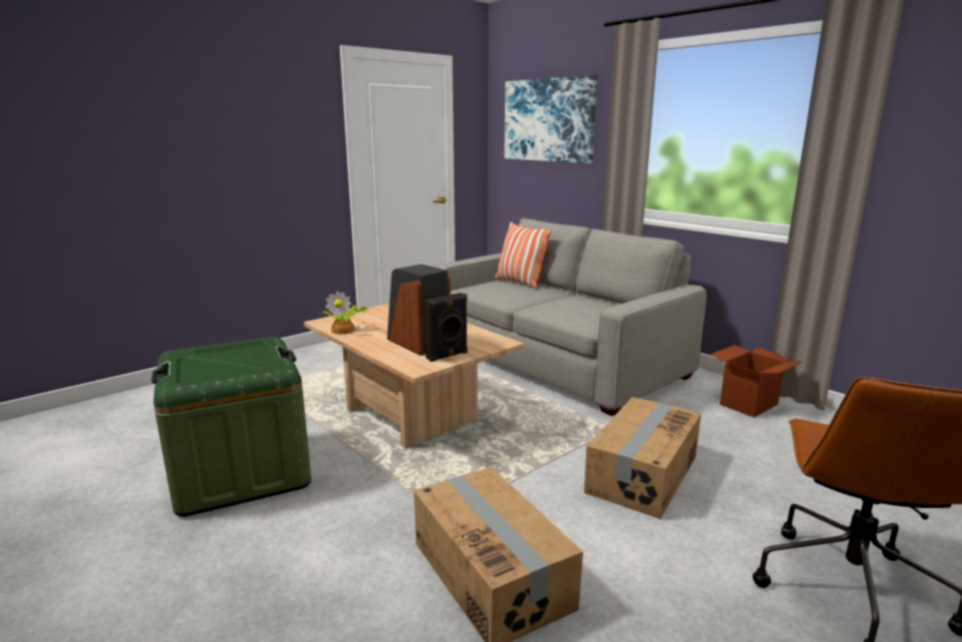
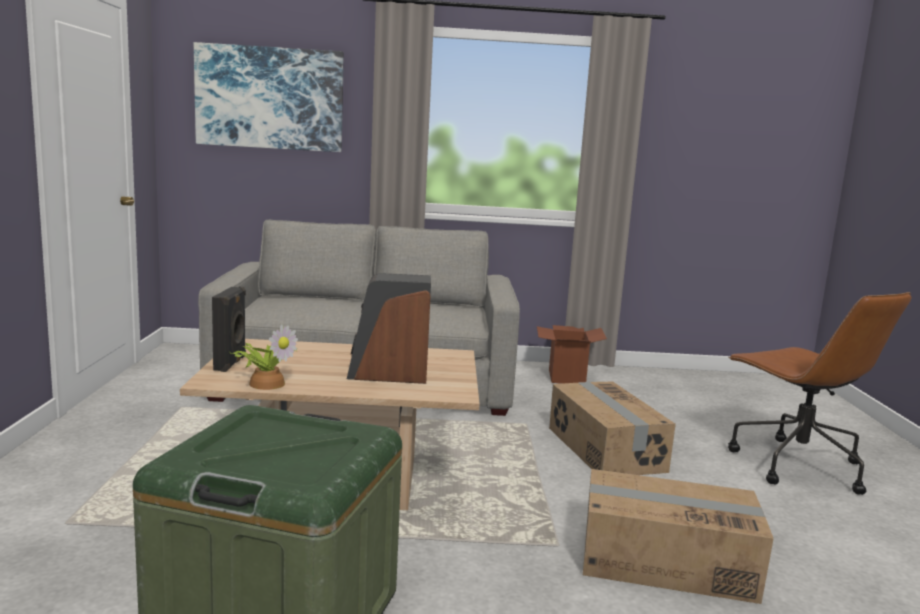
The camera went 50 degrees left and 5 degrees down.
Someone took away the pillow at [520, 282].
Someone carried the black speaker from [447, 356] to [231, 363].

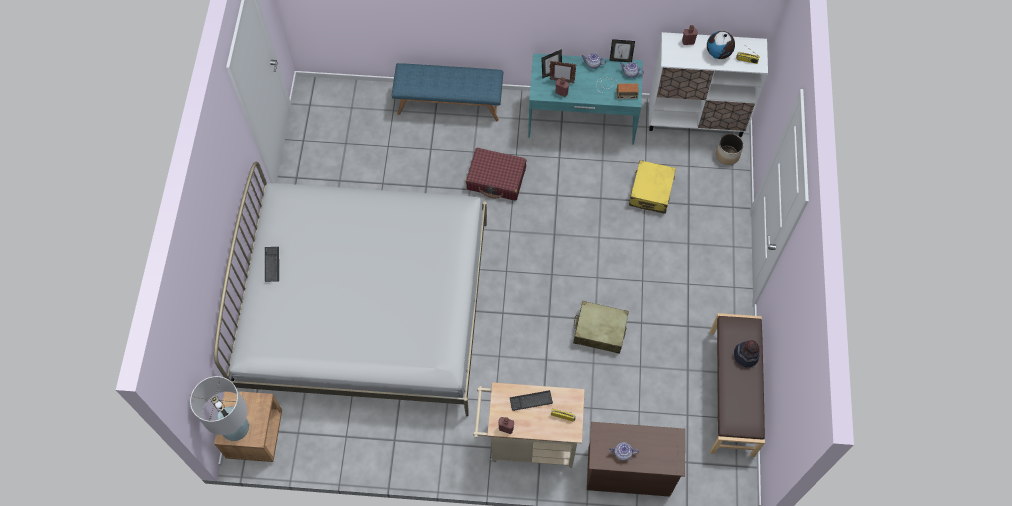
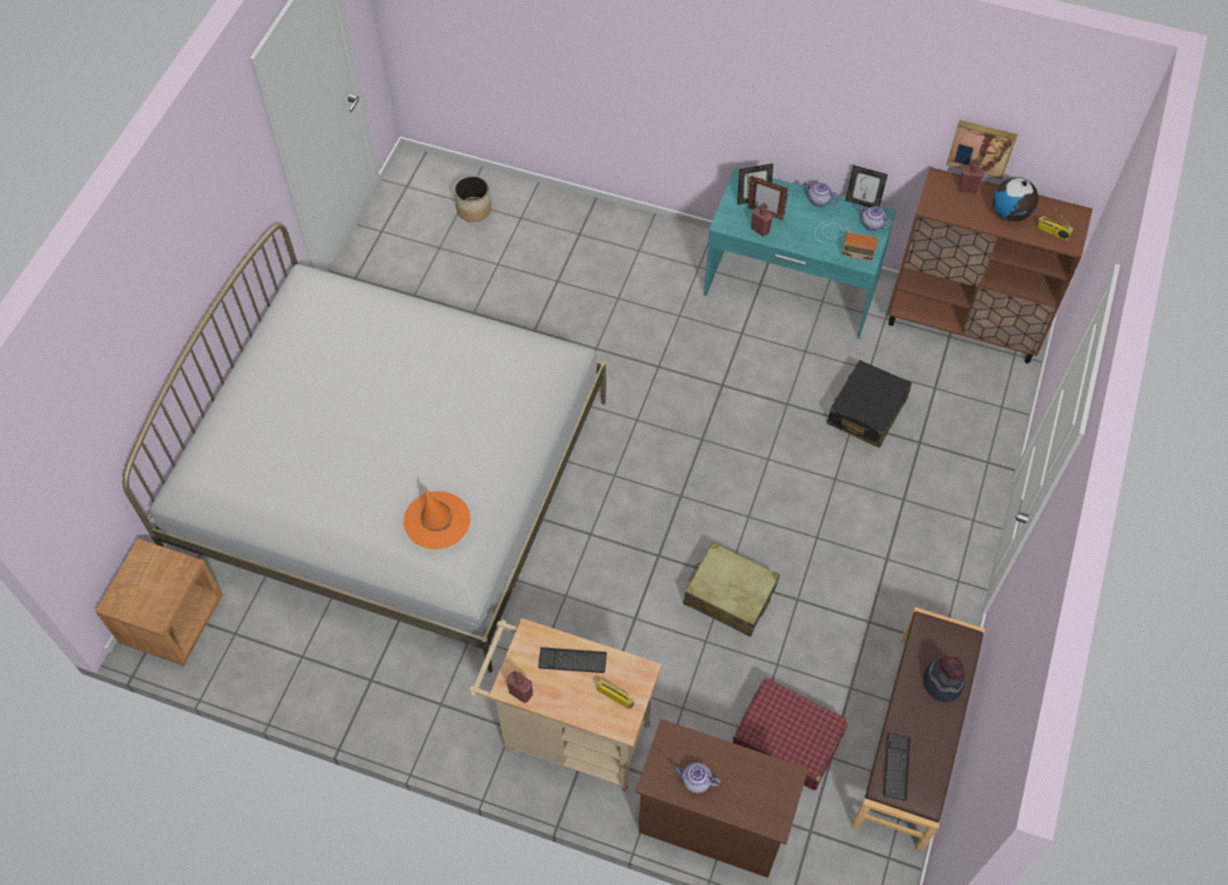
The camera went 15 degrees right and 5 degrees down.
Someone repainted the white cabinet at [696, 119], which became the brown cabinet at [964, 324].
Someone took away the blue bench at [449, 103].
Someone carried the planter from [727, 155] to [474, 210].
Someone carried the red suitcase from [496, 179] to [788, 739].
Someone repainted the yellow suitcase at [651, 191], which became the black suitcase at [866, 411].
Someone carried the keyboard from [272, 264] to [896, 767].
Someone took away the white table lamp at [235, 428].
Someone put up the picture at [981, 147].
Someone put down the orange hat at [437, 520].

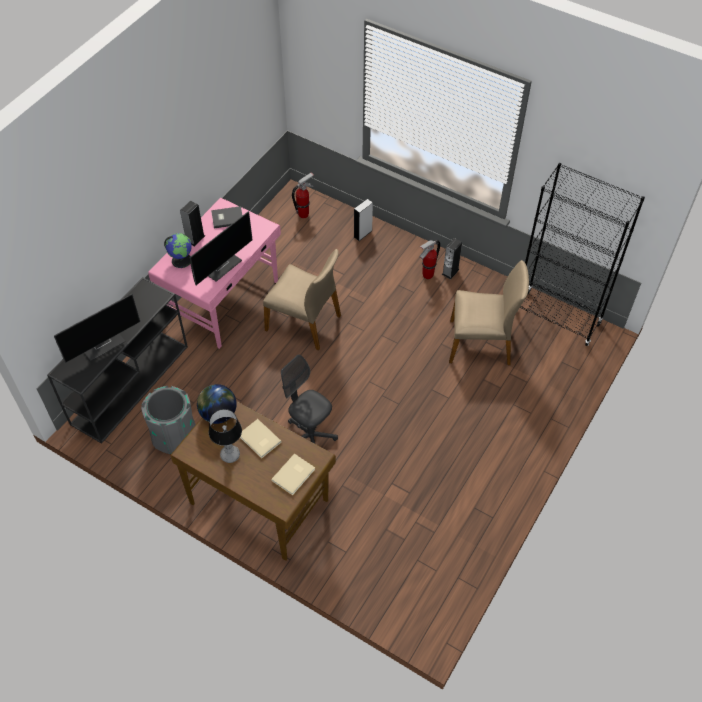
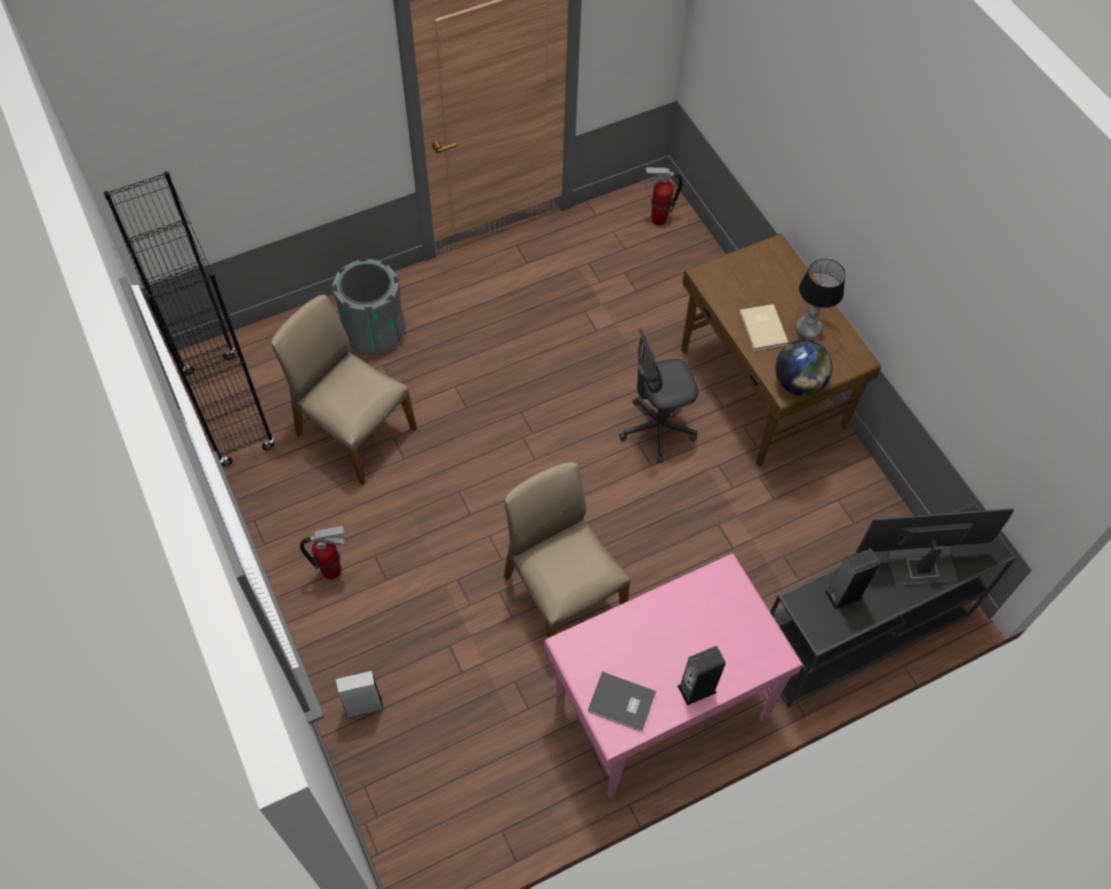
The camera went 150 degrees left and 5 degrees up.
Someone carried the fire extinguisher from [304, 214] to [658, 220].
Someone took away the monitor at [221, 265].
Someone took away the globe at [181, 260].
Someone carried the speaker from [450, 272] to [843, 594].
Someone rotated the grey office chair at [310, 437] by 90 degrees clockwise.
Someone carried the grey trash can from [174, 436] to [374, 331].
Someone took away the beige book at [294, 475].

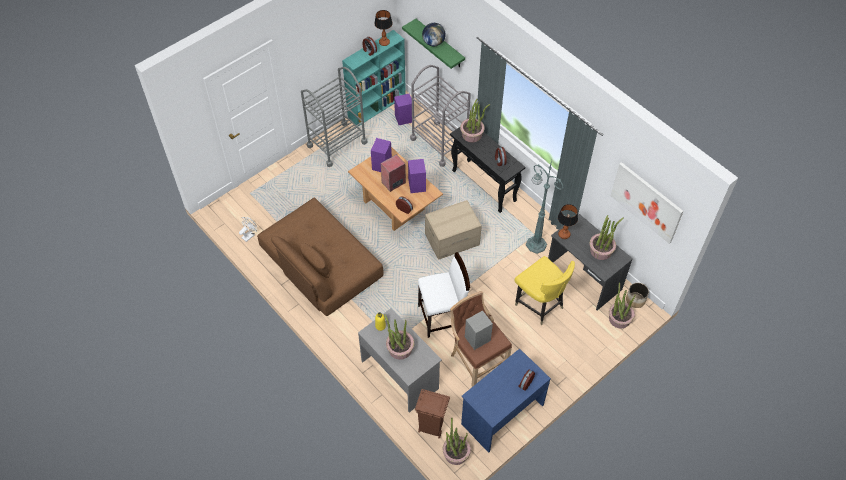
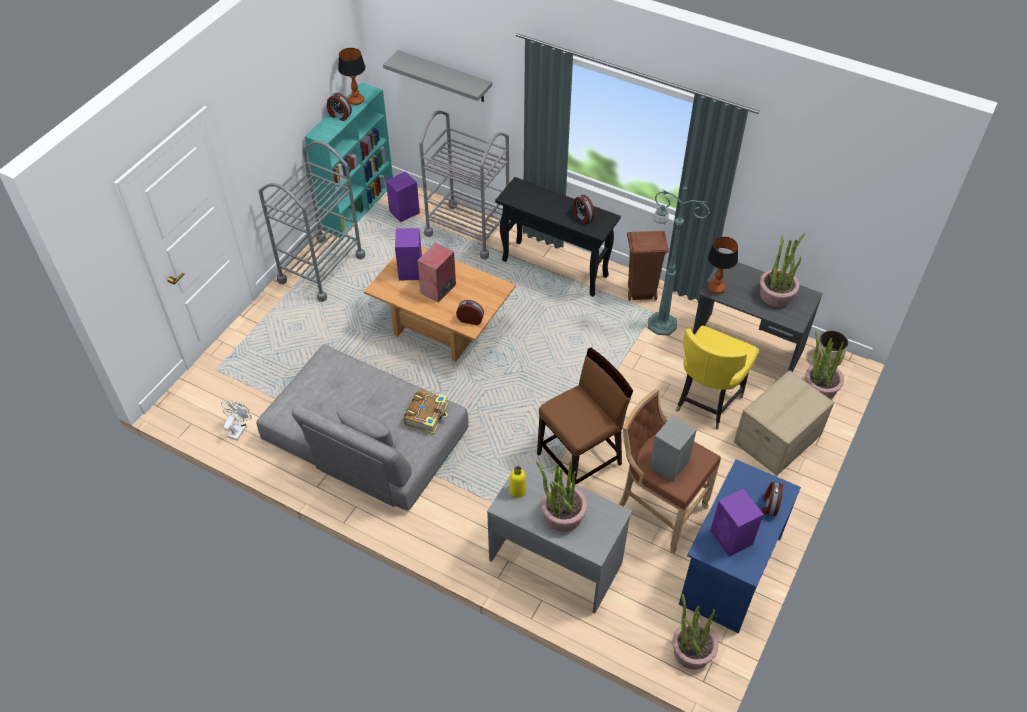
The camera went 20 degrees left and 5 degrees down.
Someone repainted the green shelf at [440, 44], which became the grey shelf at [445, 77].
Someone took away the globe at [433, 43].
Someone took away the potted plant at [472, 134].
Someone carried the purple speaker from [417, 186] to [732, 538].
Someone took away the picture at [646, 202].
Someone repainted the brown sofa at [320, 262], which became the grey sofa at [364, 436].
Someone carried the cardboard box from [452, 239] to [777, 438].
Someone repainted the white chair at [443, 317], which became the brown chair at [580, 459].
Someone rotated the yellow chair at [539, 305] by 90 degrees clockwise.
Someone carried the brown trash can from [431, 427] to [640, 293].
Someone put down the book at [427, 415].

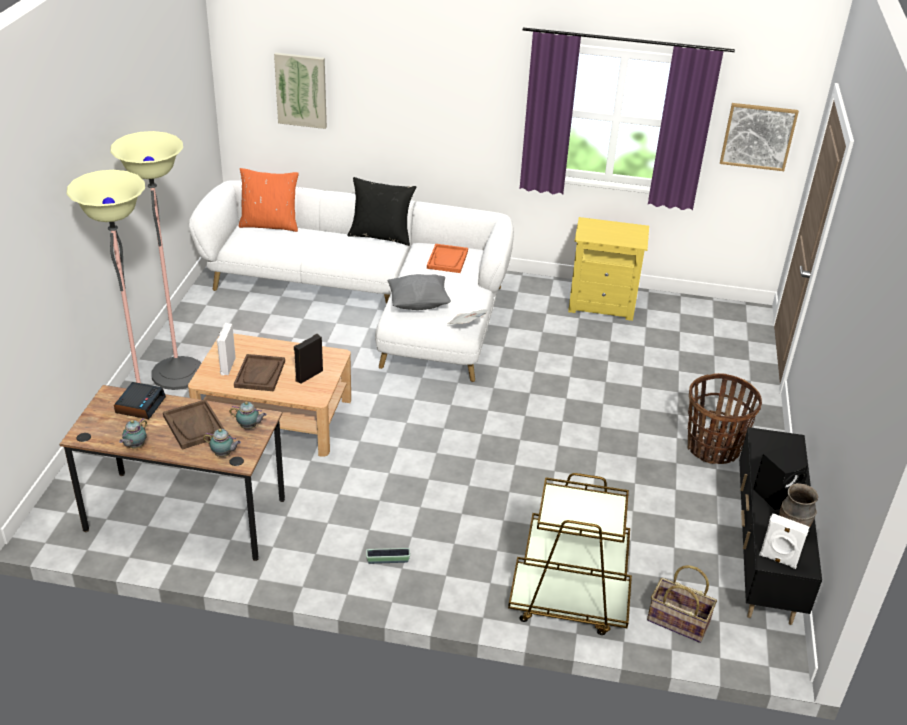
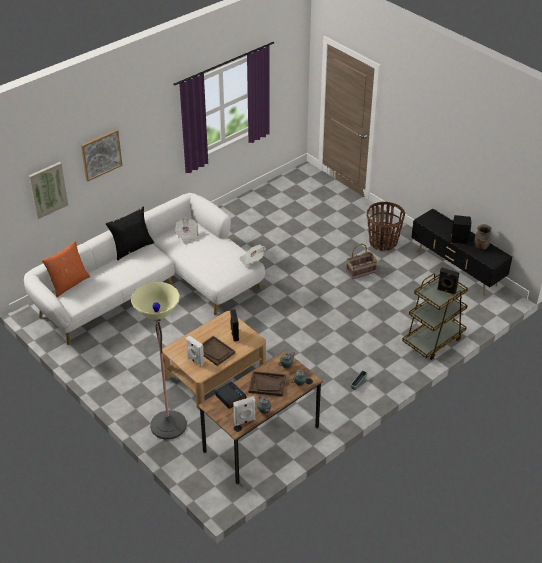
The camera went 50 degrees left and 5 degrees up.
Someone carried the picture from [758, 136] to [101, 154].
Someone took away the floor lamp at [178, 374].
Someone took away the yellow nightstand at [602, 304].
Someone swapped the orange tray at [447, 260] for the newspaper at [187, 236].
Someone took away the grey pillow at [419, 303].
Someone carried the white speaker from [778, 560] to [245, 421].
Someone carried the basket from [677, 622] to [361, 272].
Someone put down the black speaker at [446, 291].

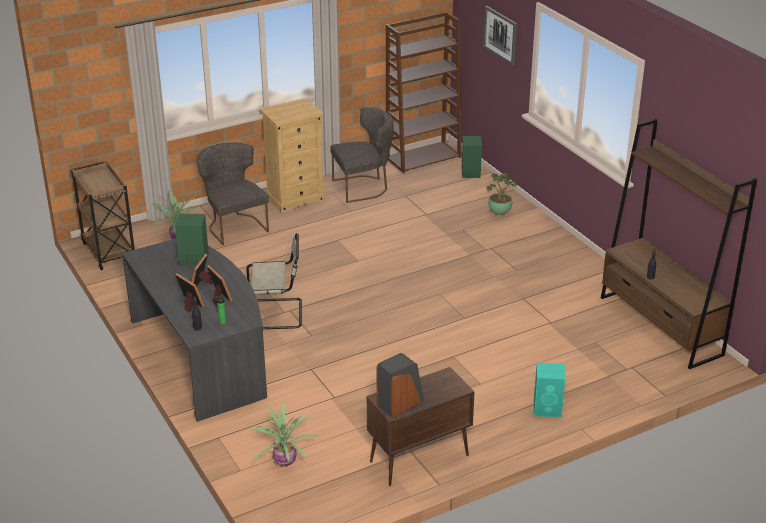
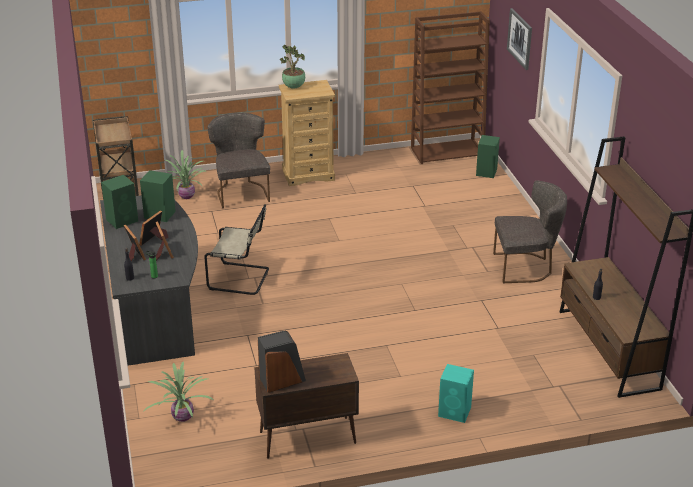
The camera went 15 degrees right and 0 degrees up.
Someone carried the grey chair from [363, 187] to [526, 267].
Someone carried the potted plant from [500, 213] to [294, 87].
Someone put down the green speaker at [123, 220].

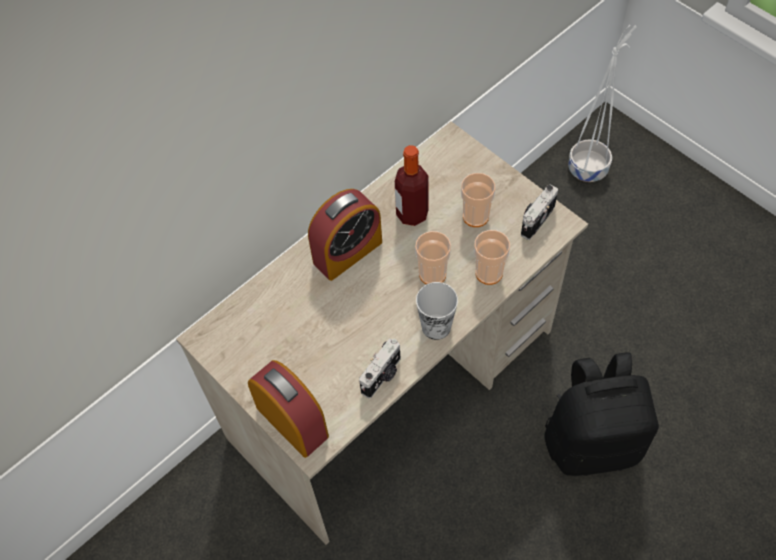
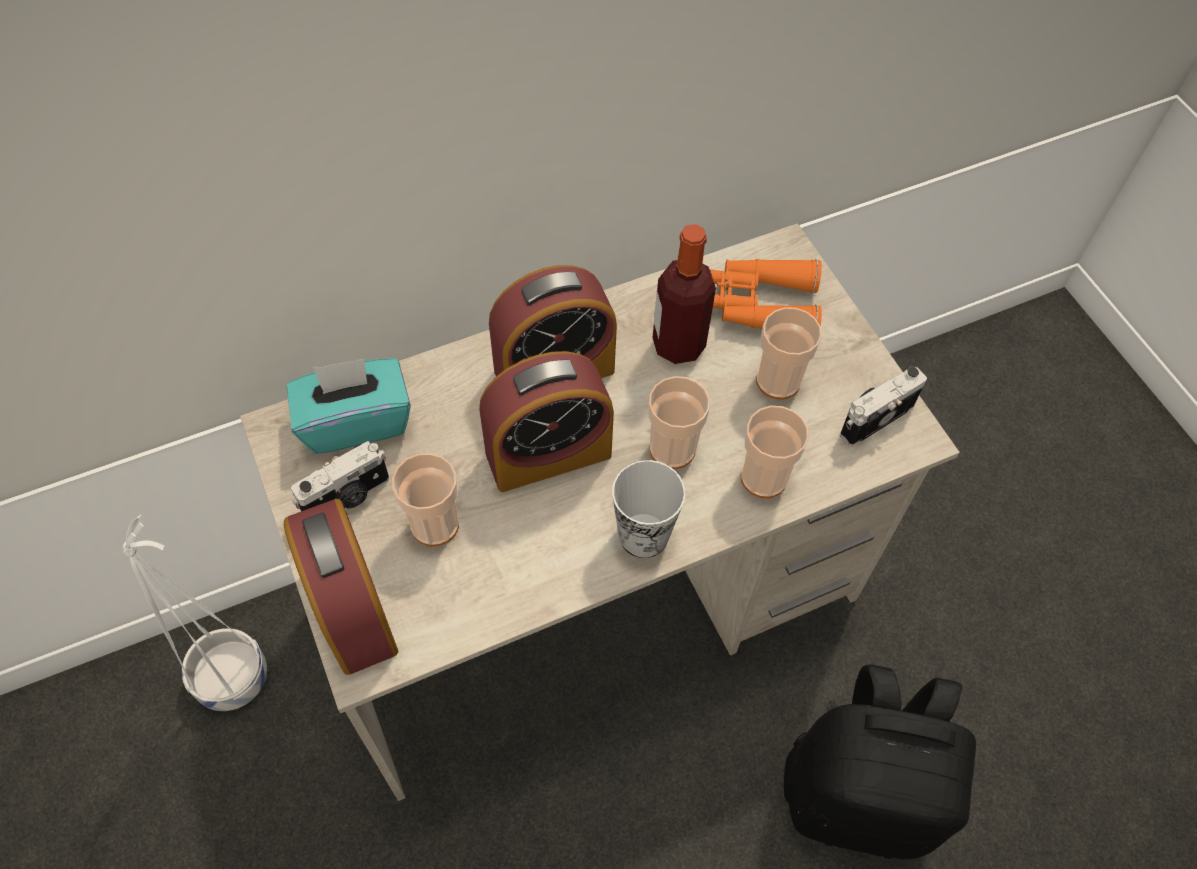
The camera went 15 degrees right and 0 degrees up.
Someone carried the white planter from [588, 168] to [234, 677].
Someone carried the photo camera from [382, 376] to [348, 498].
Someone put down the orange binoculars at [760, 304].
Someone put down the alarm clock at [548, 454].
Someone put down the turquoise tissue box at [355, 421].
Someone put down the cup at [434, 524].

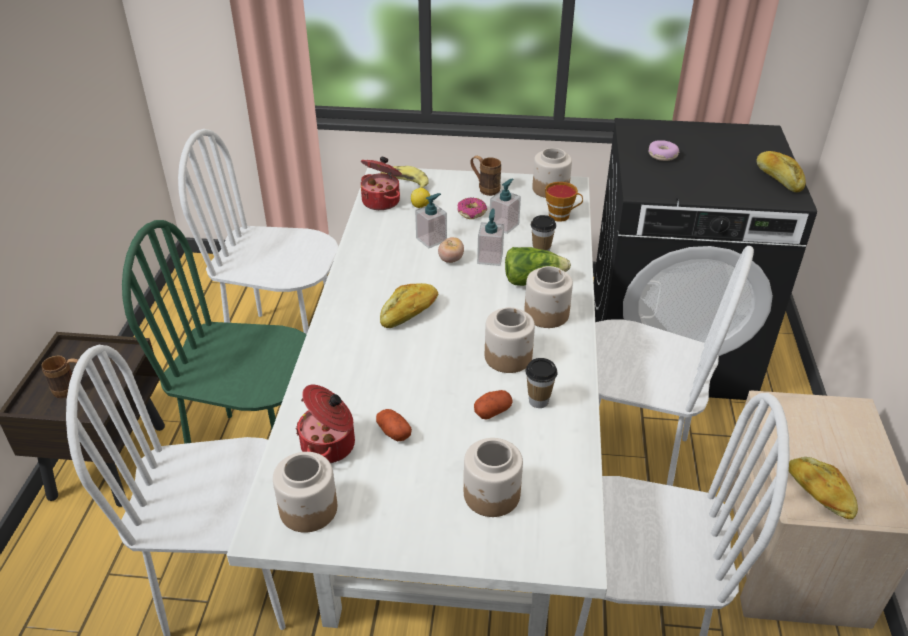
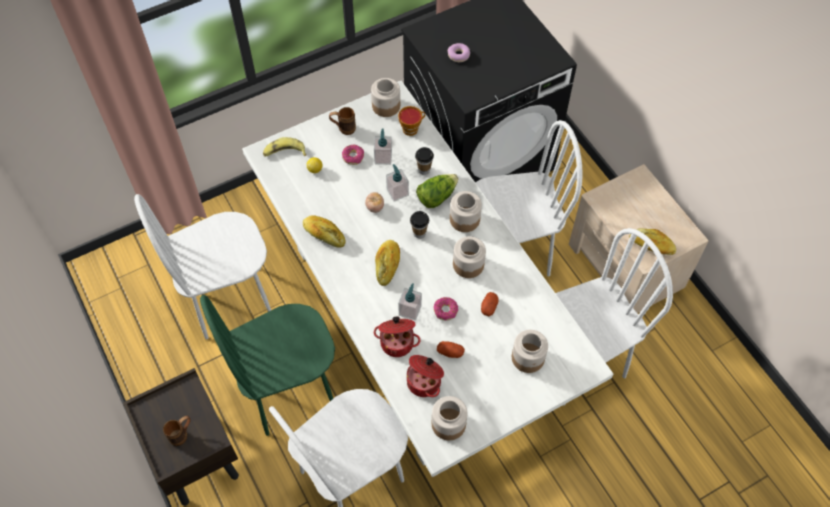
The camera went 35 degrees left and 20 degrees up.
Someone carried the bread from [778, 179] to [324, 235].
Someone carried the cooking pot from [382, 201] to [397, 342].
Someone carried the soap dispenser from [431, 239] to [410, 310].
Someone carried the cup from [538, 401] to [419, 233].
Someone put down the donut at [445, 311].

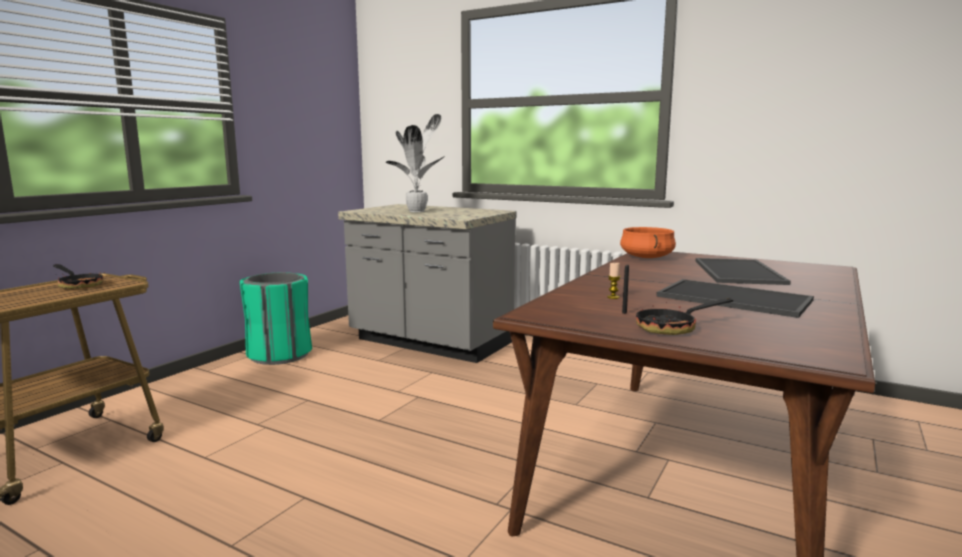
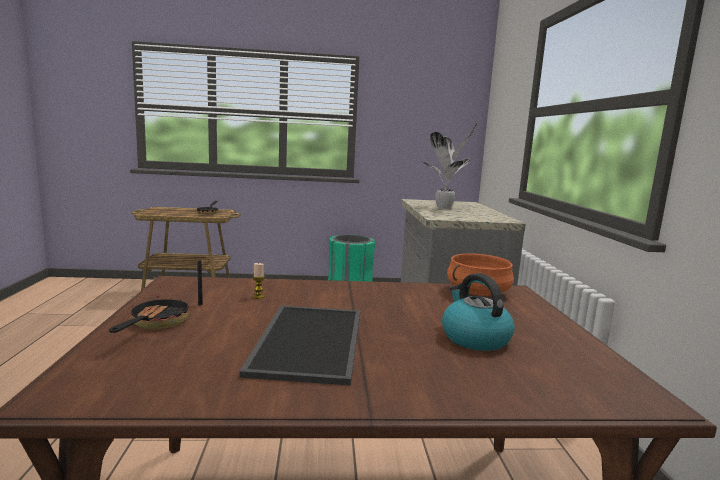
The camera went 55 degrees right and 0 degrees up.
Someone swapped the tray at [740, 272] for the kettle at [474, 338].
Someone rotated the frying pan at [673, 328] by 60 degrees clockwise.

